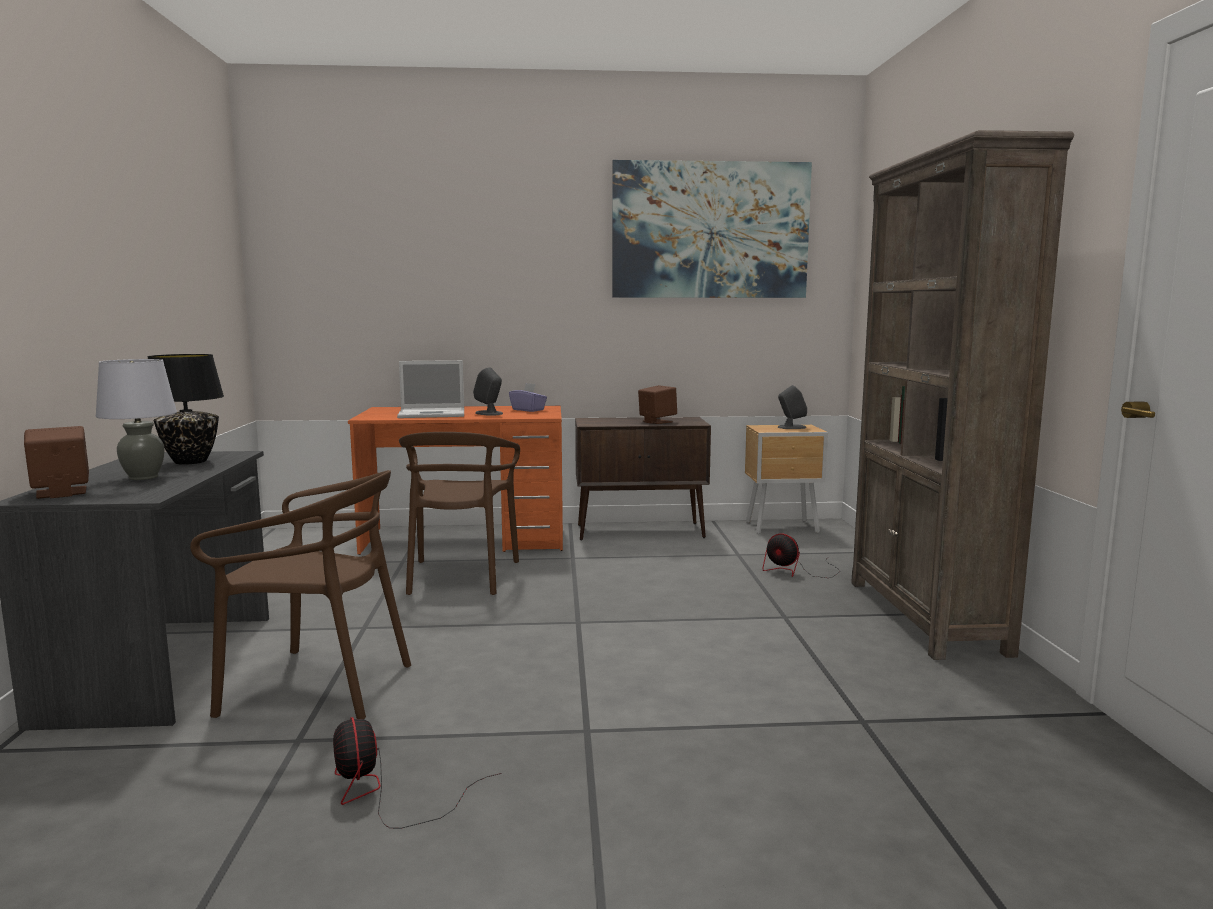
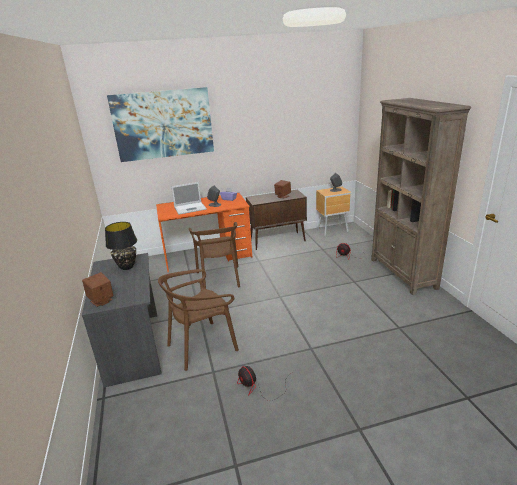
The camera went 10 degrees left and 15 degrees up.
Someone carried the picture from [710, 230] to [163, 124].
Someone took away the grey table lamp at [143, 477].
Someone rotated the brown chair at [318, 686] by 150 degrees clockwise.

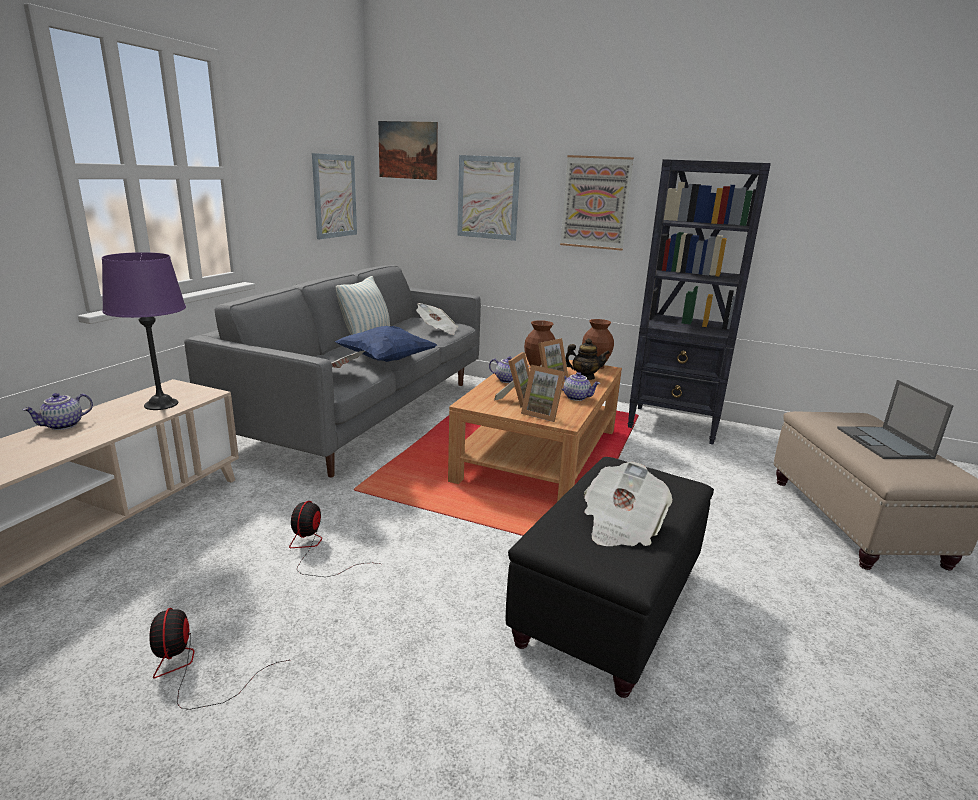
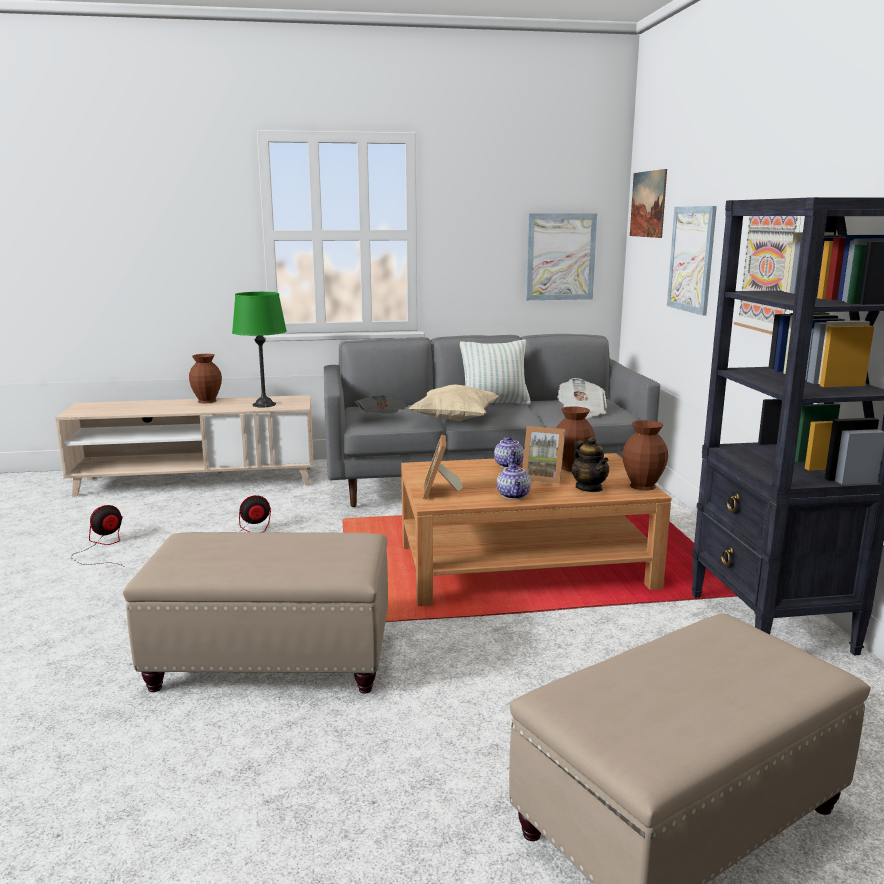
The camera went 60 degrees right and 5 degrees down.
Someone repainted the purple table lamp at [161, 404], which became the green table lamp at [264, 404].
Someone repainted the blue pillow at [386, 360], which became the beige pillow at [455, 419].
Someone took away the picture frame at [516, 400].
Someone took away the laptop at [884, 443].
Someone swapped the teapot at [63, 425] for the brown vase at [207, 401].
Someone repainted the black ottoman at [608, 606], which became the beige ottoman at [270, 660].
Someone took away the newspaper at [621, 525].

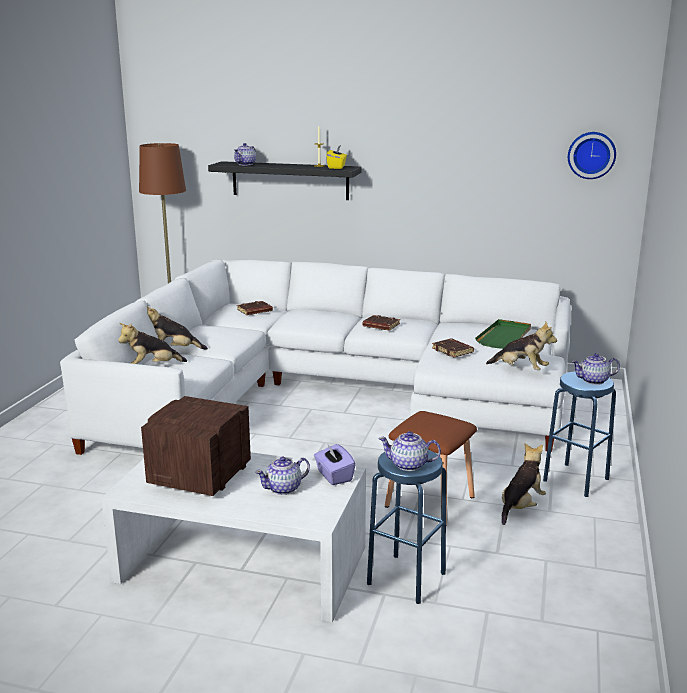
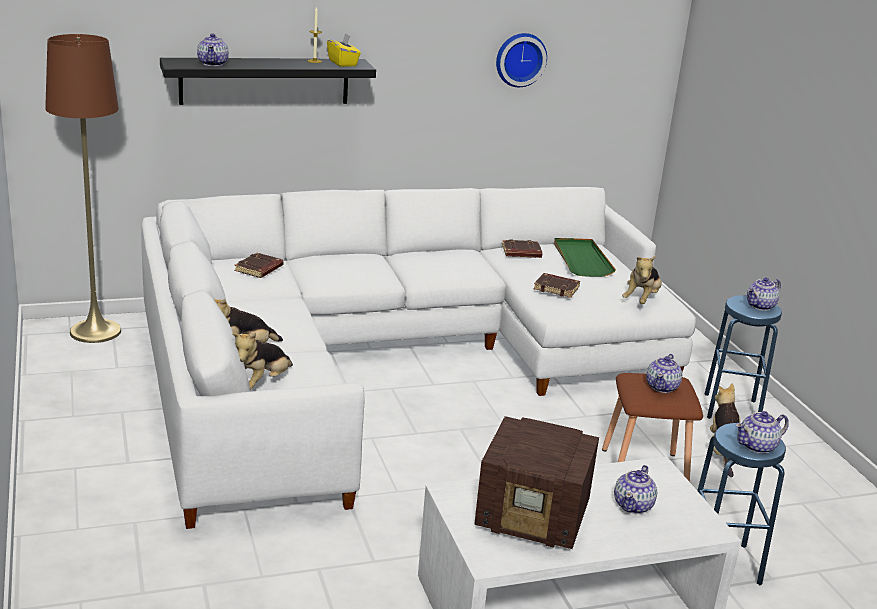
The camera went 35 degrees left and 5 degrees up.
Someone carried the wall clock from [591, 155] to [519, 59].
Someone carried the brown book from [380, 326] to [521, 253].
Someone rotated the plush toy at [520, 369] by 120 degrees clockwise.
Someone rotated the radio at [198, 476] by 60 degrees counterclockwise.
Someone took away the purple tissue box at [334, 476].
Someone put down the teapot at [662, 387].

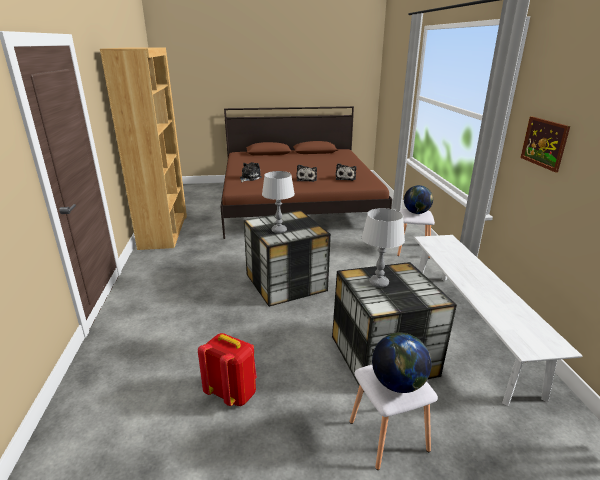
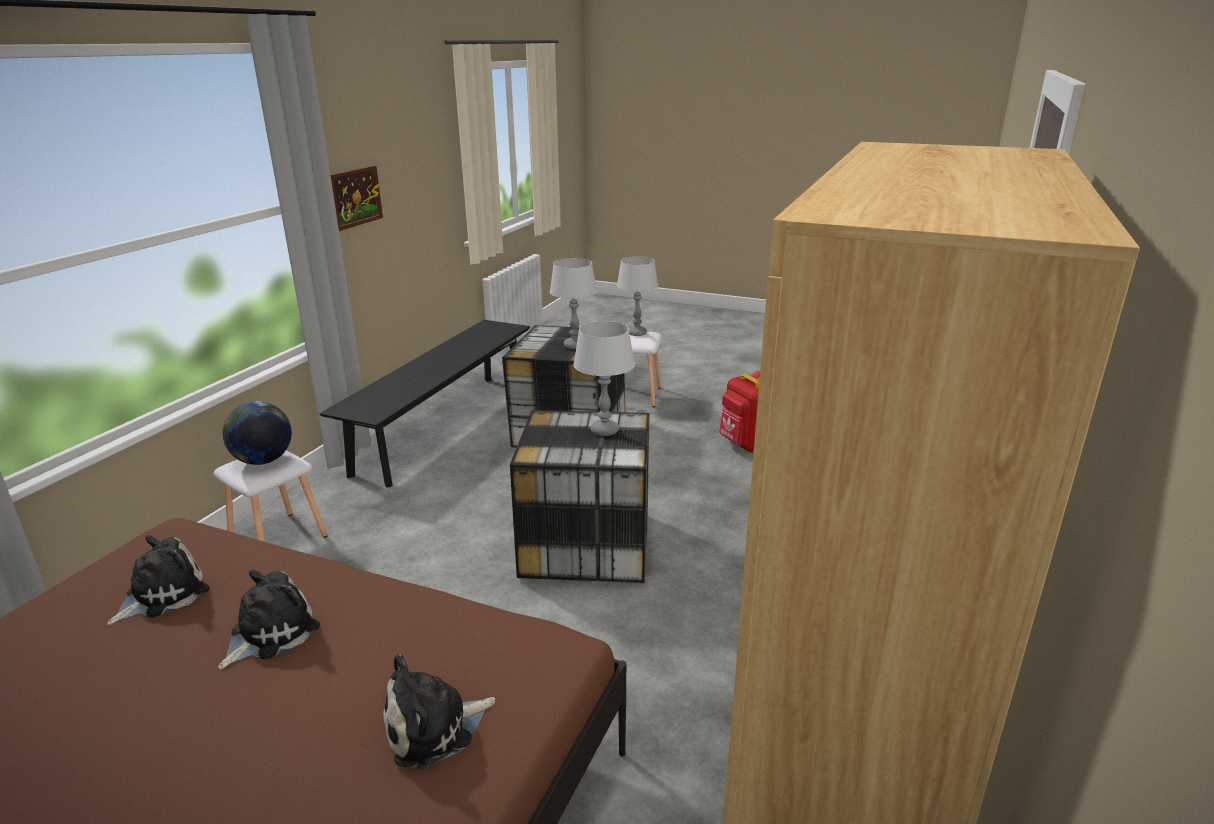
The camera went 150 degrees left and 0 degrees up.
Someone repainted the white bench at [469, 328], which became the black bench at [444, 425].
Someone swapped the globe at [398, 384] for the grey table lamp at [636, 333].

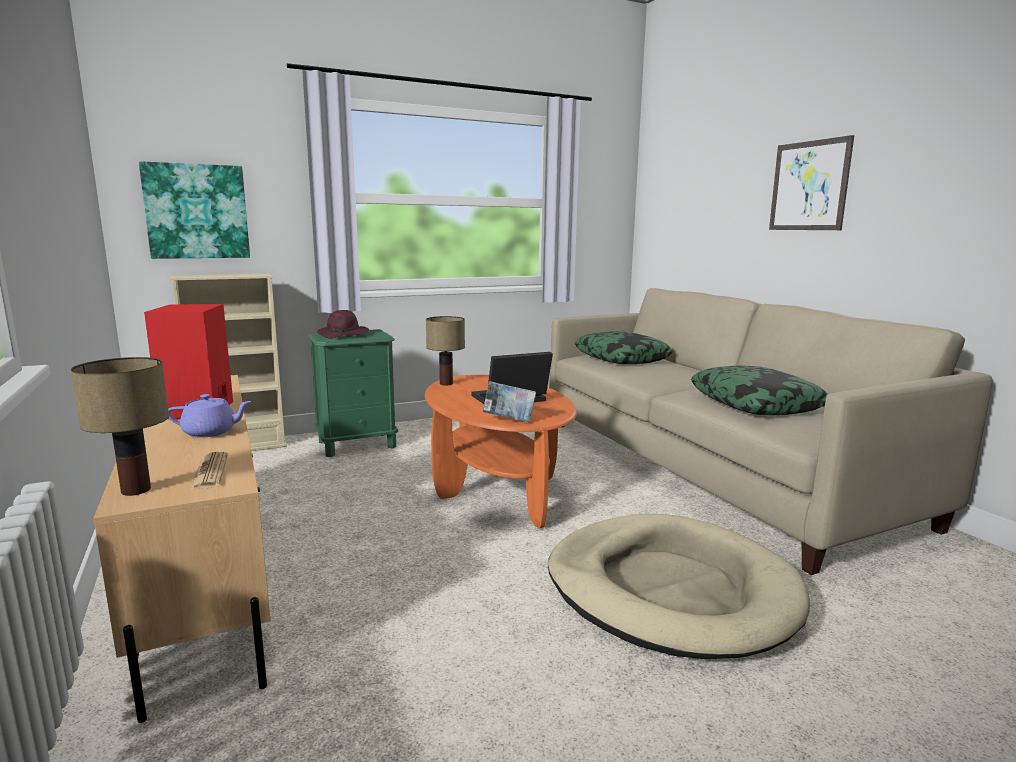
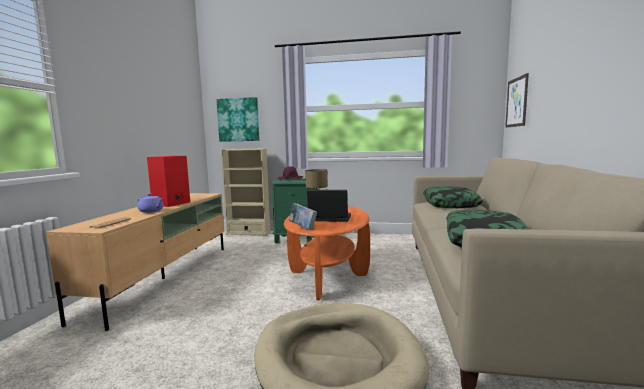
The camera went 35 degrees right and 5 degrees down.
Someone carried the picture from [809, 186] to [516, 102].
Someone took away the table lamp at [136, 491].

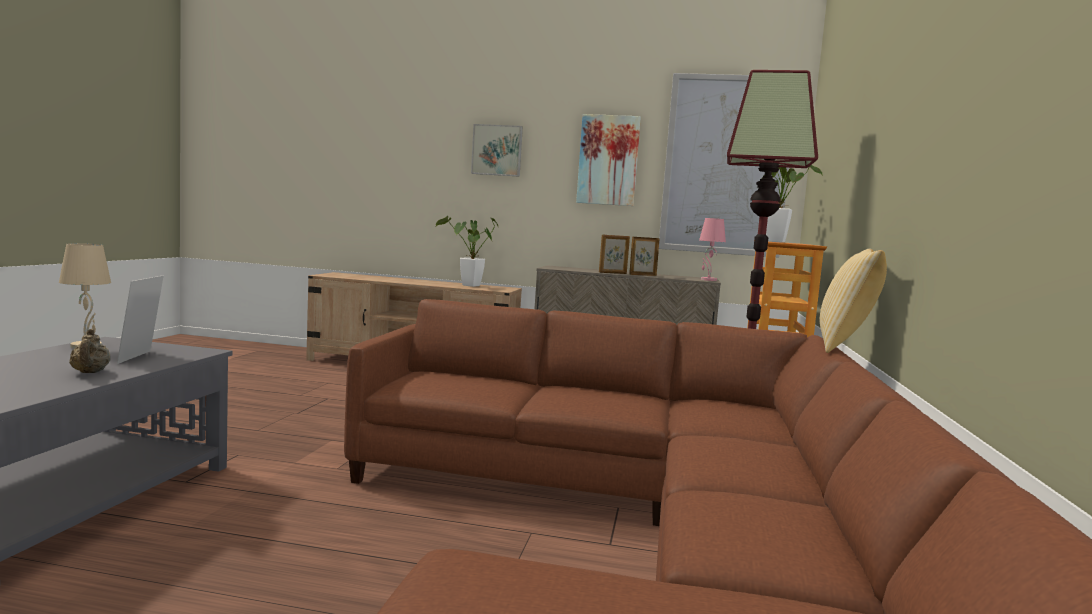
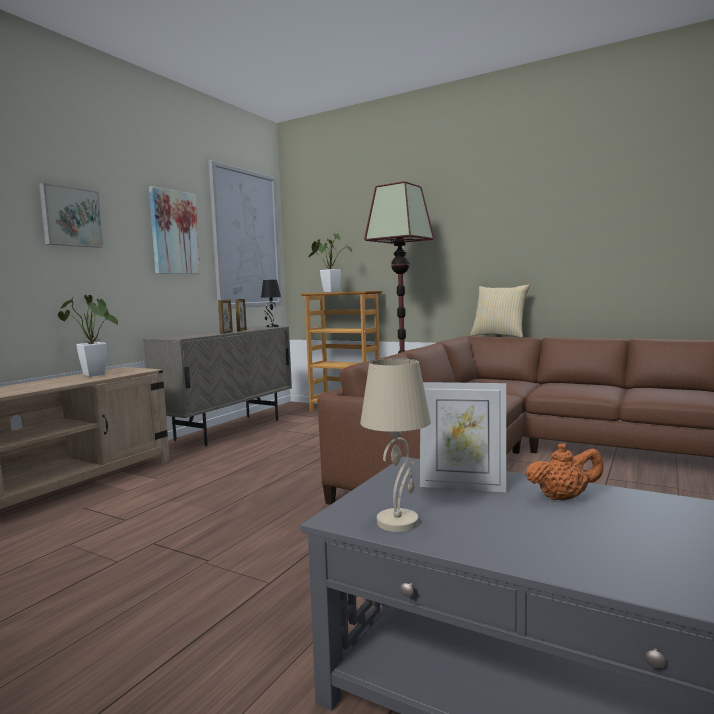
The camera went 70 degrees left and 0 degrees up.
Someone repainted the pink table lamp at [708, 280], which became the black table lamp at [272, 326].
Someone repainted the beige teapot at [90, 373], which became the orange teapot at [563, 497].

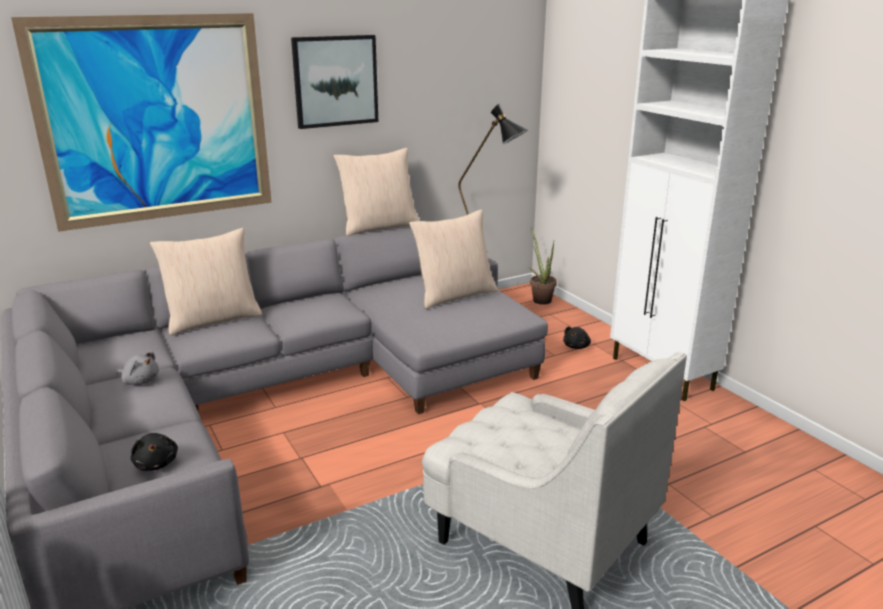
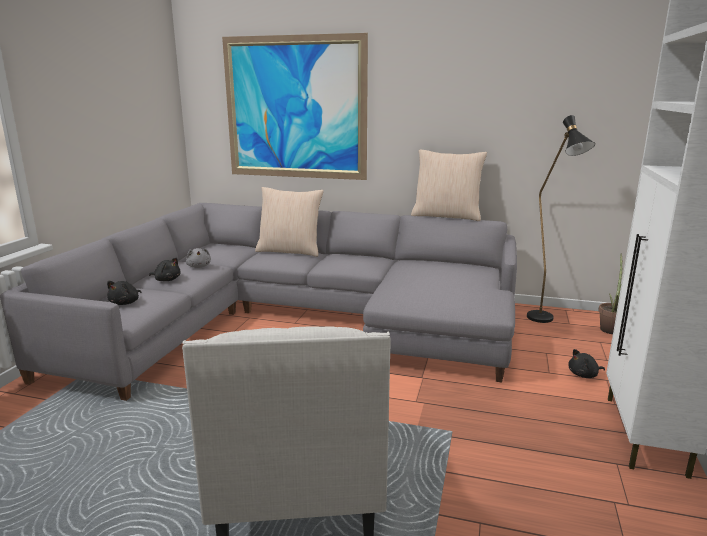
The camera went 45 degrees right and 5 degrees down.
Someone took away the picture at [335, 81].
Someone took away the beige pillow at [454, 295].
Someone put down the black plush toy at [167, 280].

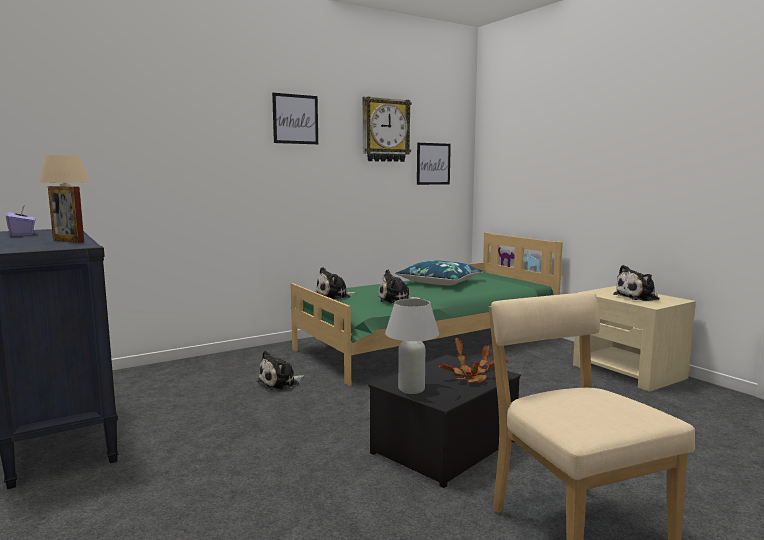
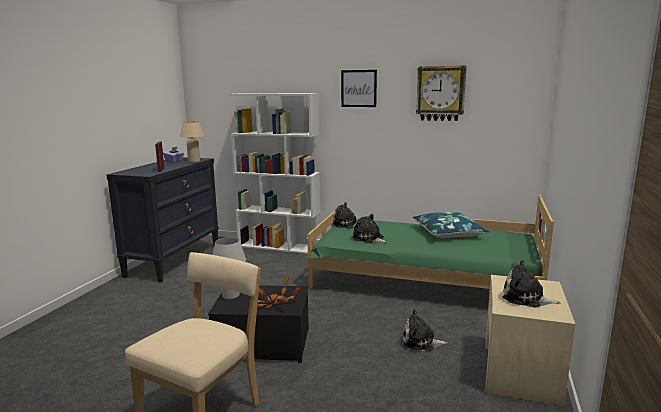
The camera went 50 degrees right and 5 degrees up.
Someone took away the picture at [433, 164].
Someone carried the plush toy from [281, 383] to [421, 342].
Someone put down the white bookcase at [280, 246].

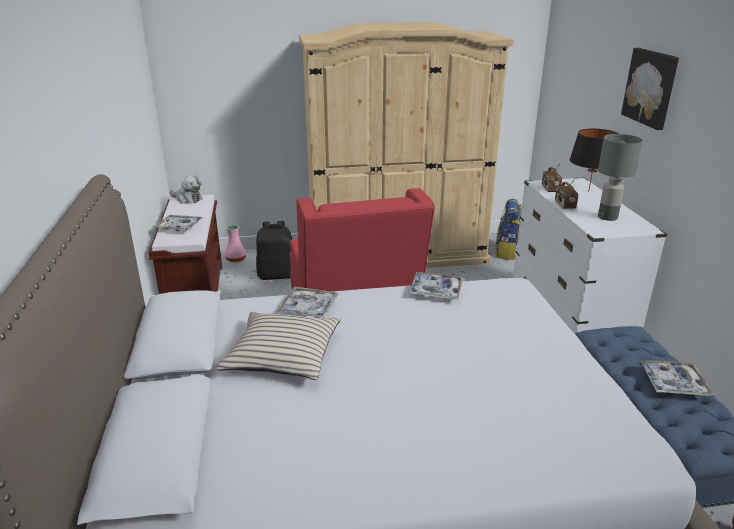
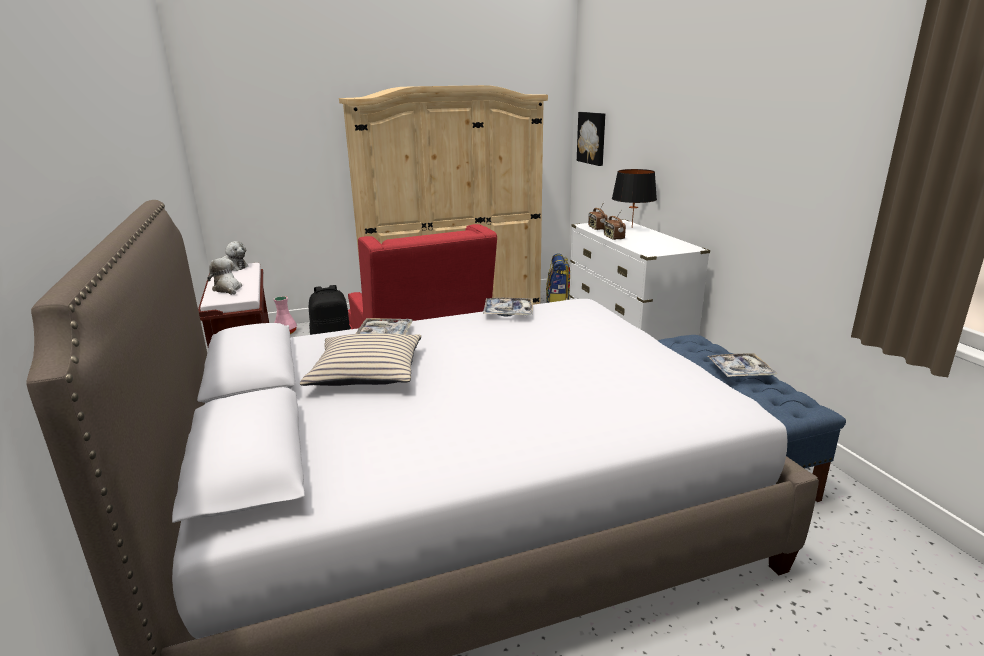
The camera went 10 degrees left and 5 degrees down.
Someone carried the picture from [651, 87] to [592, 138].
Someone took away the grey table lamp at [607, 217].
Someone swapped the tray at [179, 227] for the plush toy at [227, 289].

